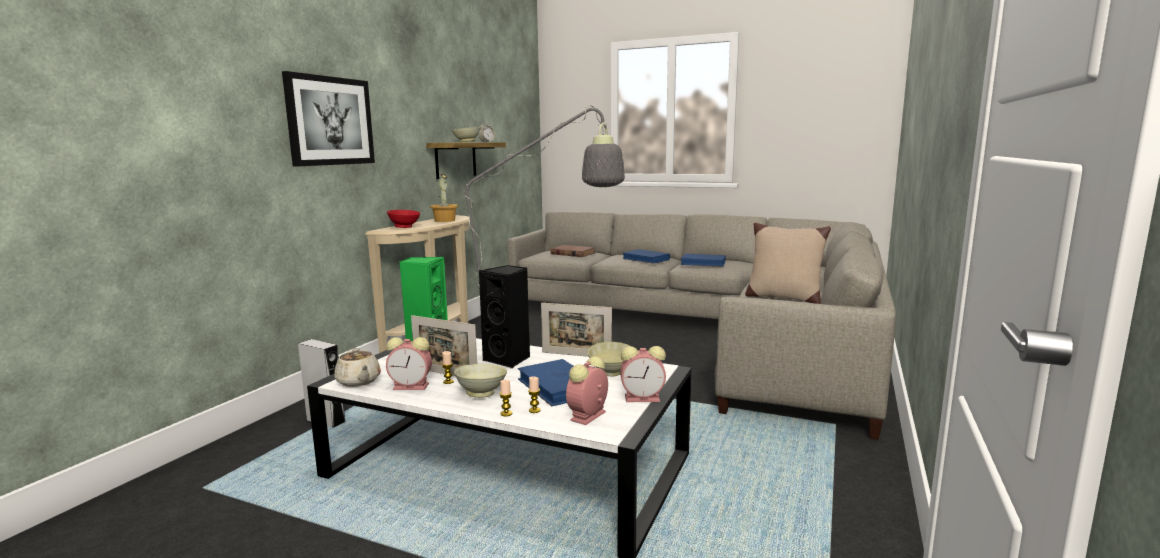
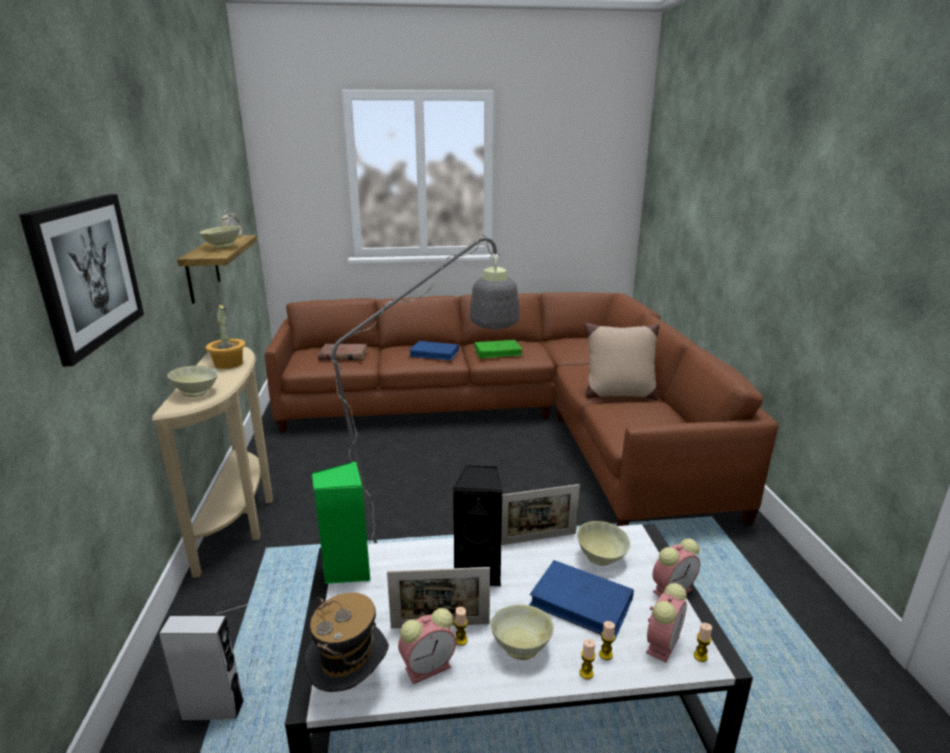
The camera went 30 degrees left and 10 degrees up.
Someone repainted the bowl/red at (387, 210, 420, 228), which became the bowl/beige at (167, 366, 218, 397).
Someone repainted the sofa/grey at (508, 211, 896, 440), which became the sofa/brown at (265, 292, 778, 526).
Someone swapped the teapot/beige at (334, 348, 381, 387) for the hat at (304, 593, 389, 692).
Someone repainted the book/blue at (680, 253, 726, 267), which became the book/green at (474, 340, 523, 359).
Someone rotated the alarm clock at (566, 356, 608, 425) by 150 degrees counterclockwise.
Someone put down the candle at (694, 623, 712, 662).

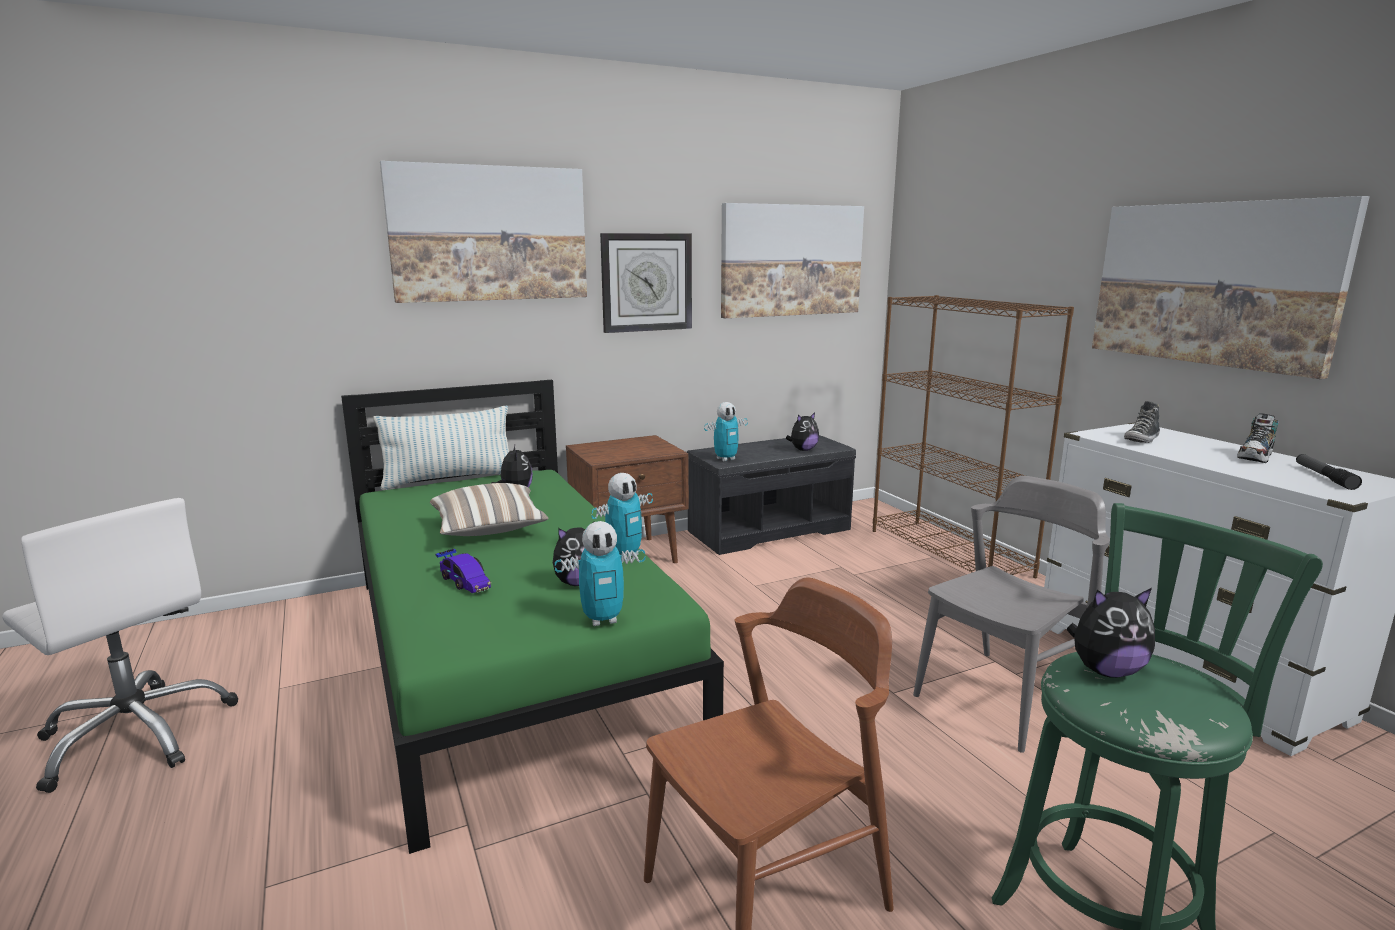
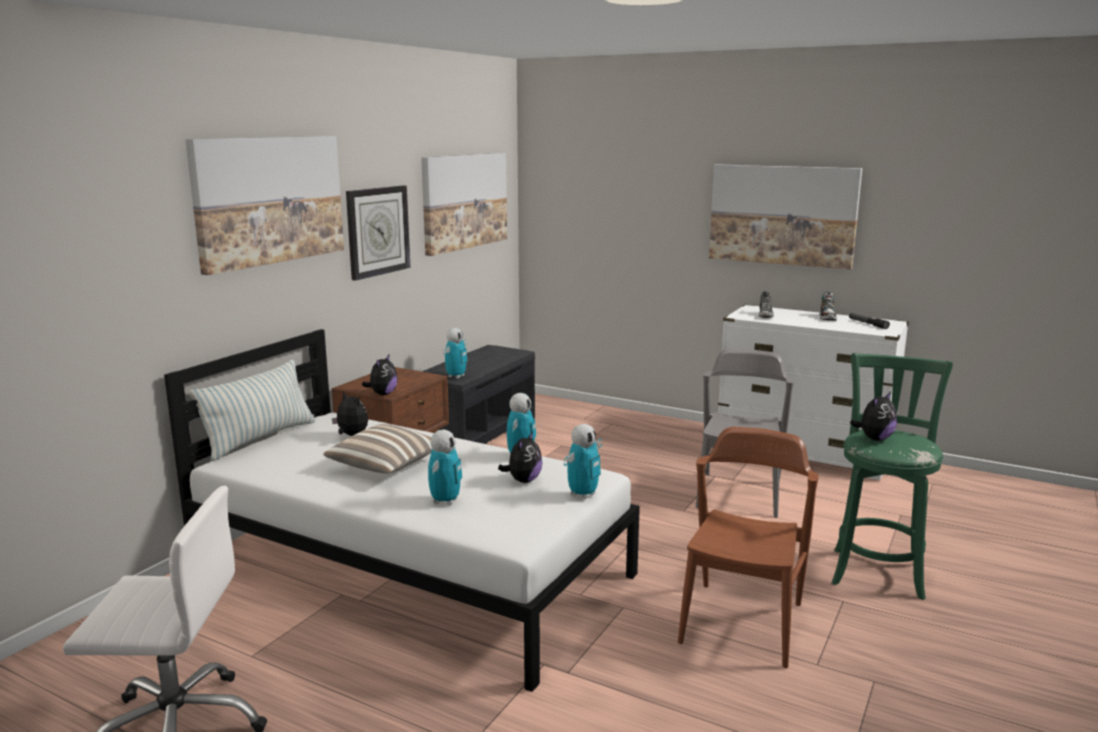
The camera went 35 degrees left and 0 degrees up.
Someone repainted the bed/green at (341, 380, 724, 854), which became the bed/white at (164, 329, 640, 692).
Someone carried the plush toy from (786, 412, 819, 451) to (362, 355, 398, 395).
Someone swapped the toy car at (436, 549, 491, 593) for the toy robot at (428, 429, 462, 506).
Someone took away the bookcase/brown at (873, 295, 1074, 578).

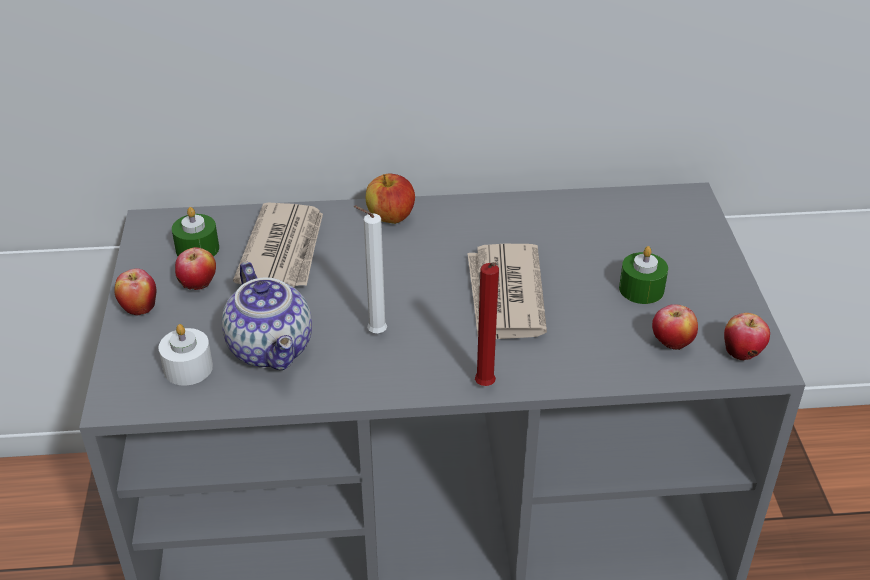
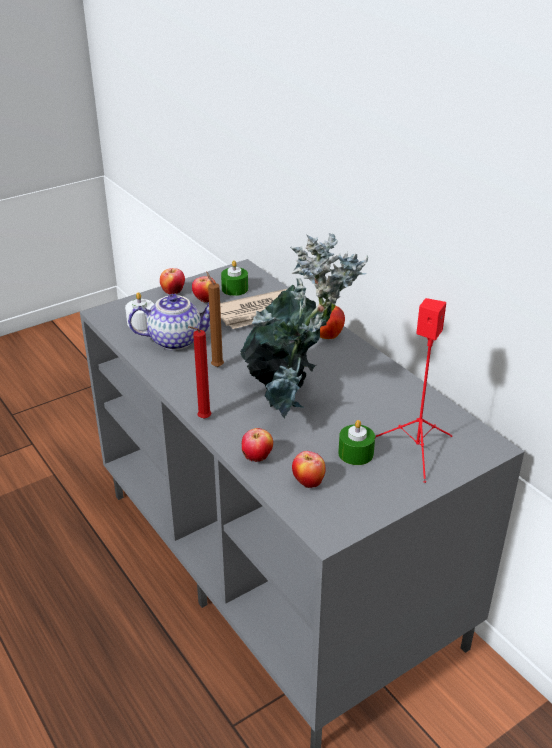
The camera went 60 degrees right and 5 degrees down.
Someone rotated the teapot at (222, 262, 312, 370) by 135 degrees counterclockwise.
Someone repainted the candle/white at (353, 206, 387, 333), which became the candle/brown at (206, 271, 224, 367).
Someone swapped the newspaper at (467, 244, 547, 339) for the potted plant at (240, 233, 368, 419).
Someone carried the apple from (724, 313, 770, 361) to (242, 428, 273, 462).
Someone put down the speaker/red at (375, 298, 452, 483).

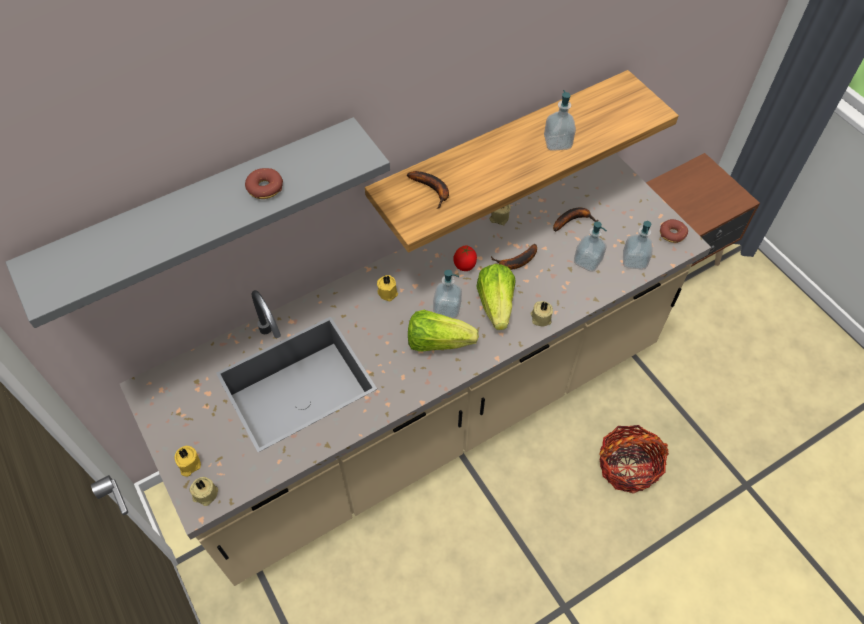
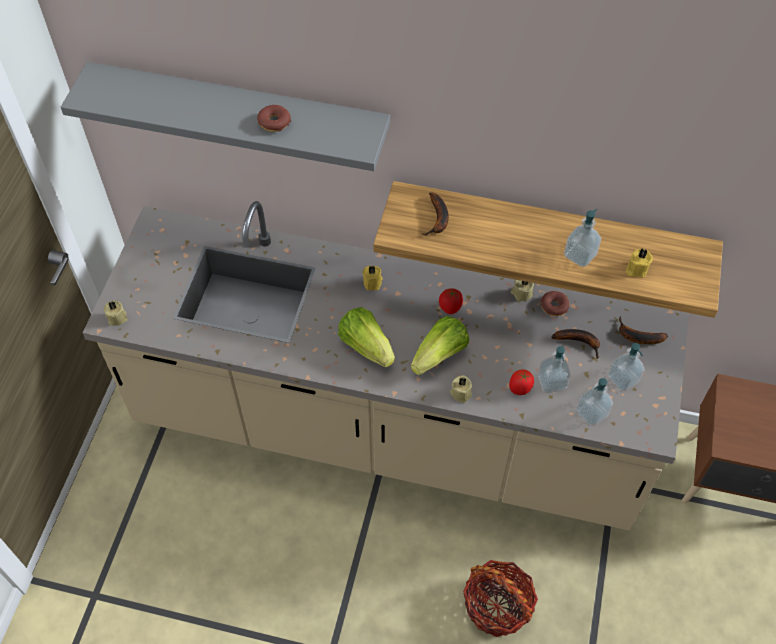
The camera went 45 degrees right and 0 degrees up.
Someone put down the tomato at (509, 369, 534, 395).
Someone carried the donut from (660, 219, 688, 243) to (540, 291, 569, 316).
Someone carried the soap dispenser from (433, 270, 462, 318) to (608, 343, 645, 391).
Someone carried the banana from (491, 244, 537, 270) to (619, 316, 668, 344).
Someone carried the candle/yellow from (175, 446, 201, 477) to (625, 249, 653, 278).

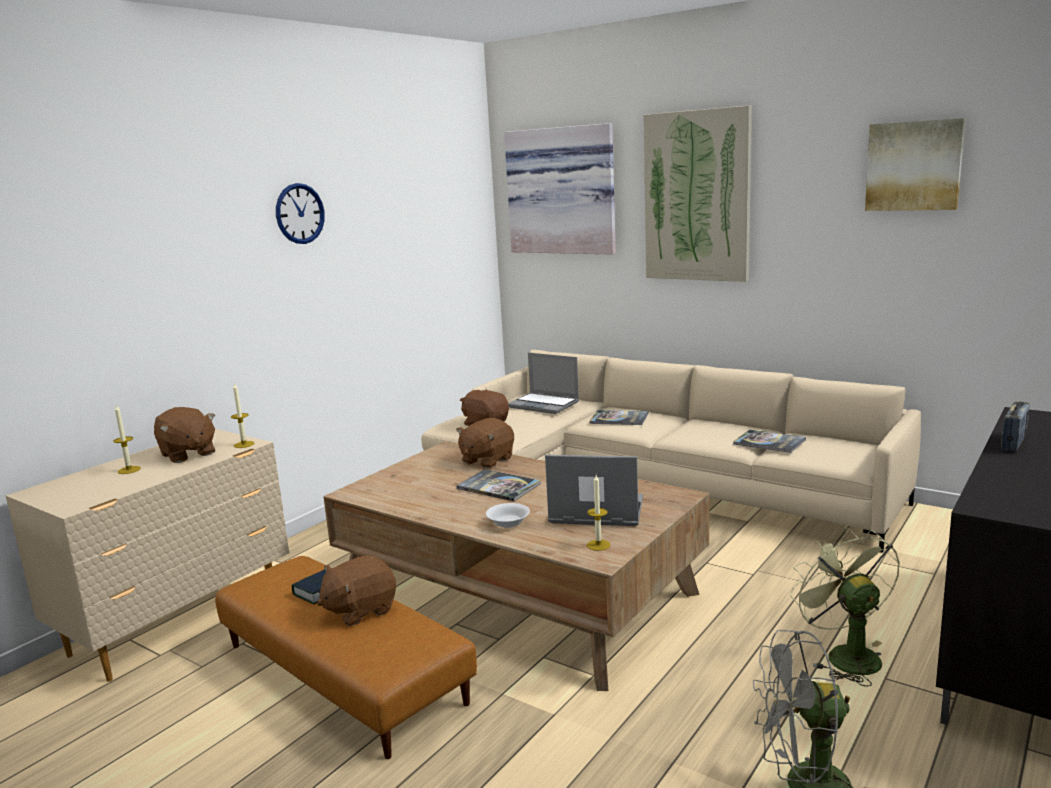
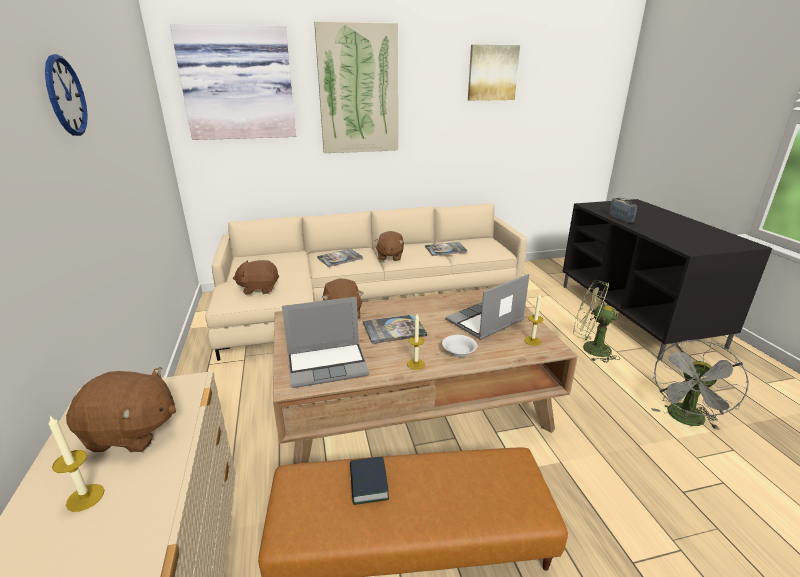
The camera went 50 degrees left and 10 degrees up.
Someone carried the laptop from (508, 353, 579, 414) to (282, 297, 369, 388).
Someone carried the plush toy/brown from (317, 556, 396, 626) to (375, 231, 404, 261).
Someone carried the candle from (231, 384, 254, 448) to (407, 314, 425, 370).

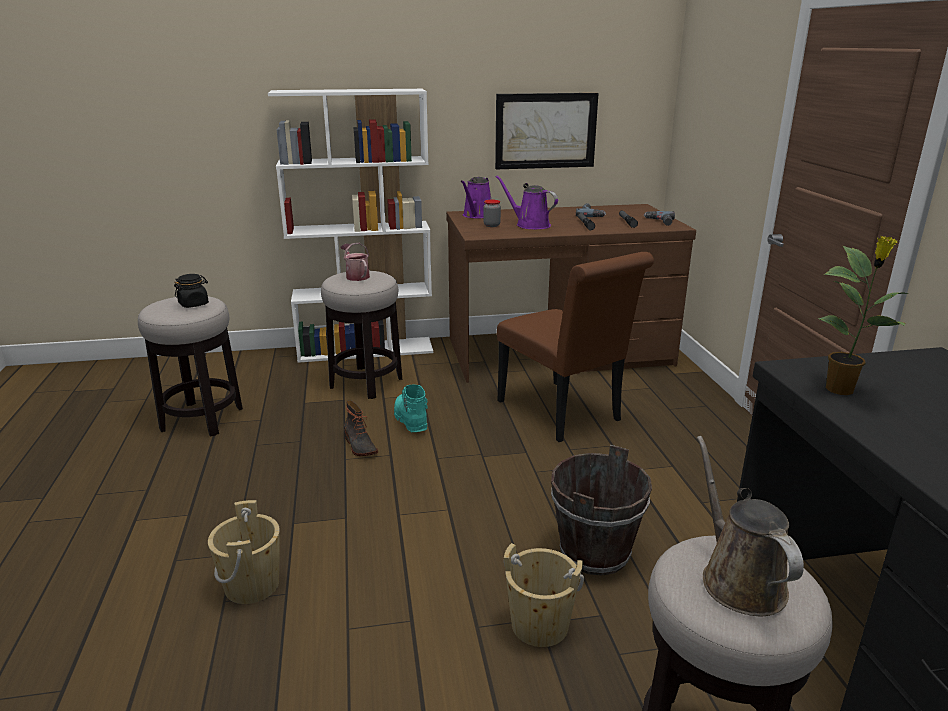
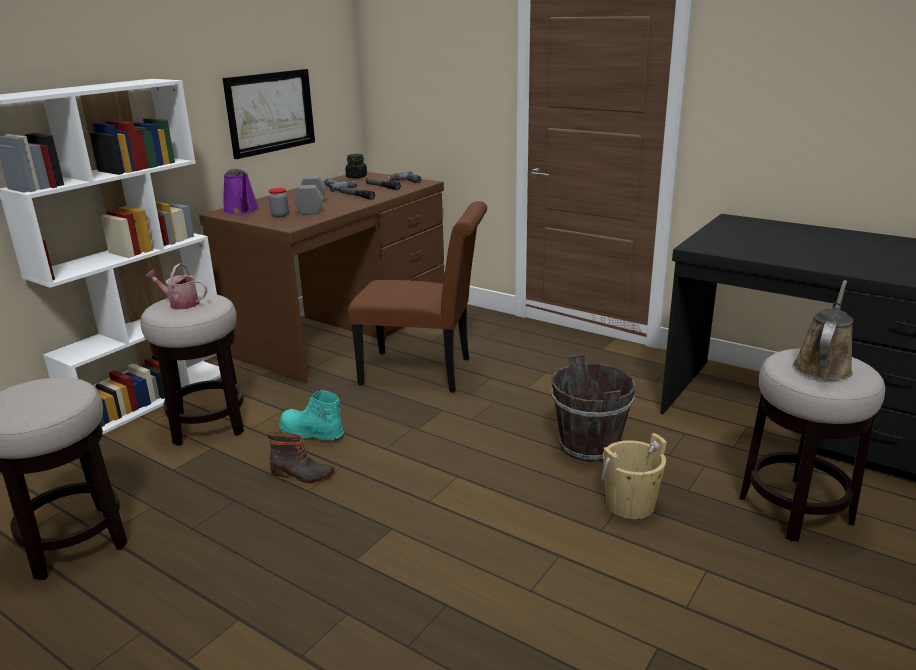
The camera went 45 degrees left and 0 degrees up.
Someone swapped the watering can/purple at (495, 175, 558, 229) for the dumbbell/grey at (294, 176, 326, 215).
Someone carried the jar/black from (174, 274, 209, 308) to (346, 154, 367, 178).
Someone rotated the watering can/brown at (697, 436, 804, 616) by 90 degrees clockwise.
Someone took away the bucket/beige at (208, 500, 280, 604).
Someone took away the potted plant at (818, 236, 909, 395).

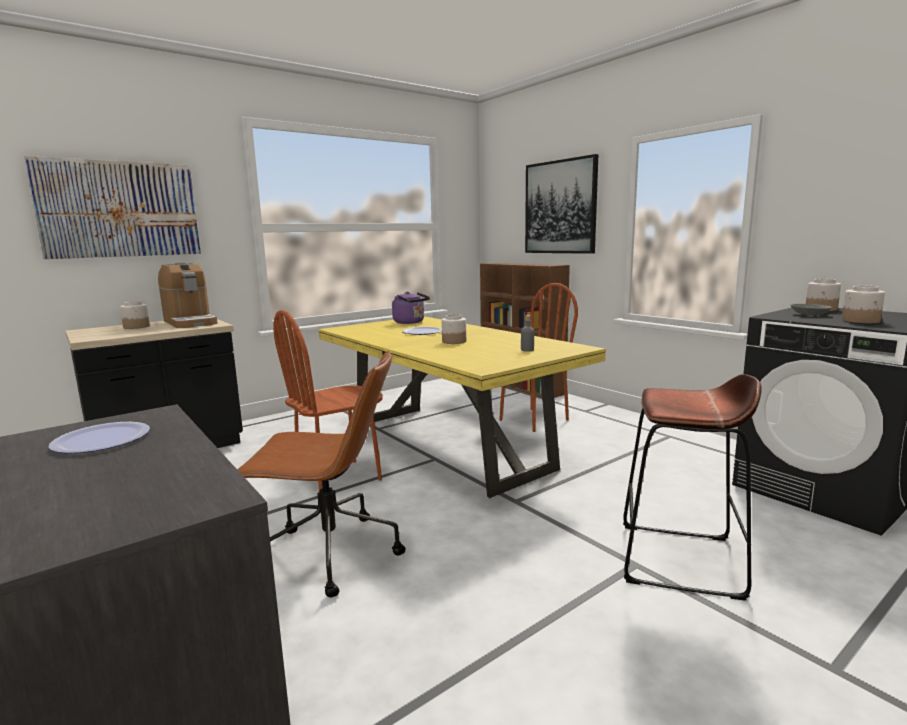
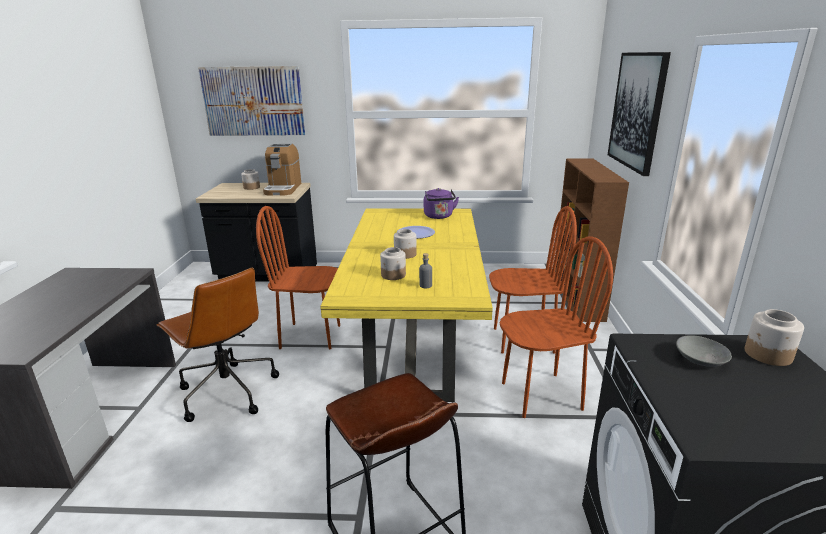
The camera went 40 degrees right and 10 degrees up.
Someone carried the jar from (842, 285, 885, 323) to (380, 247, 406, 280).
Someone put down the chair/brown at (500, 236, 613, 418).
Someone took away the plate at (49, 422, 150, 454).

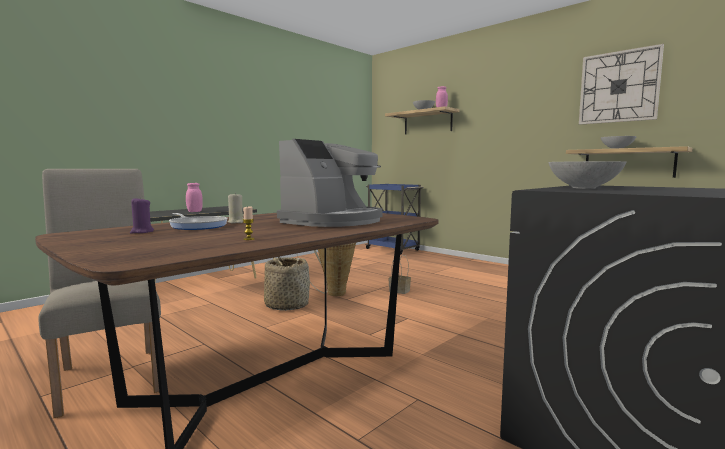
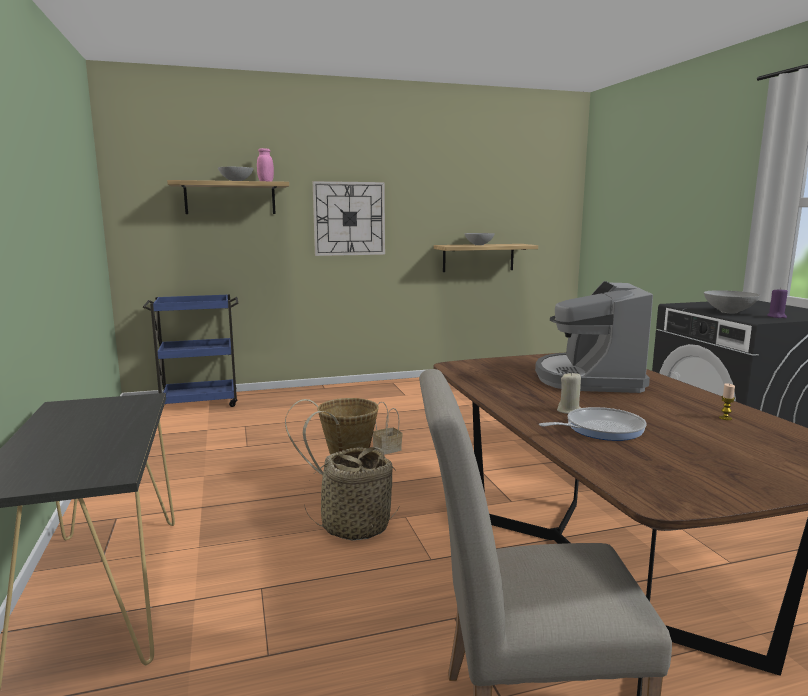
The camera went 60 degrees left and 5 degrees up.
Someone carried the wall clock from (579, 44, 664, 125) to (313, 181, 385, 256).
Someone rotated the coffee machine at (277, 139, 382, 227) by 150 degrees counterclockwise.
Someone carried the candle/purple from (130, 198, 154, 234) to (767, 287, 788, 318).
Someone took away the jar/pink at (186, 183, 203, 212).

